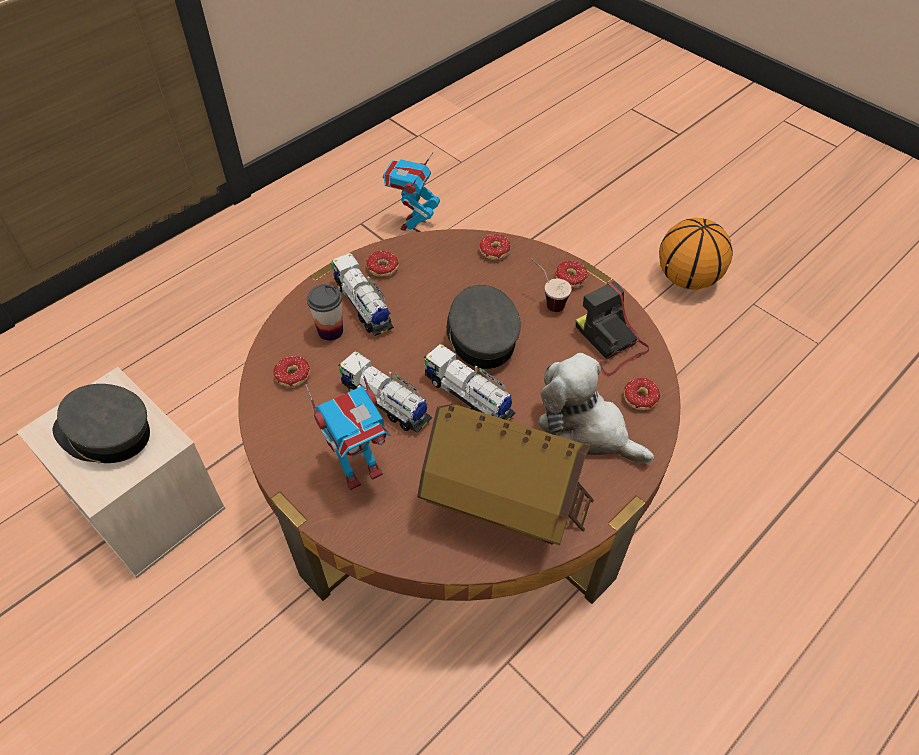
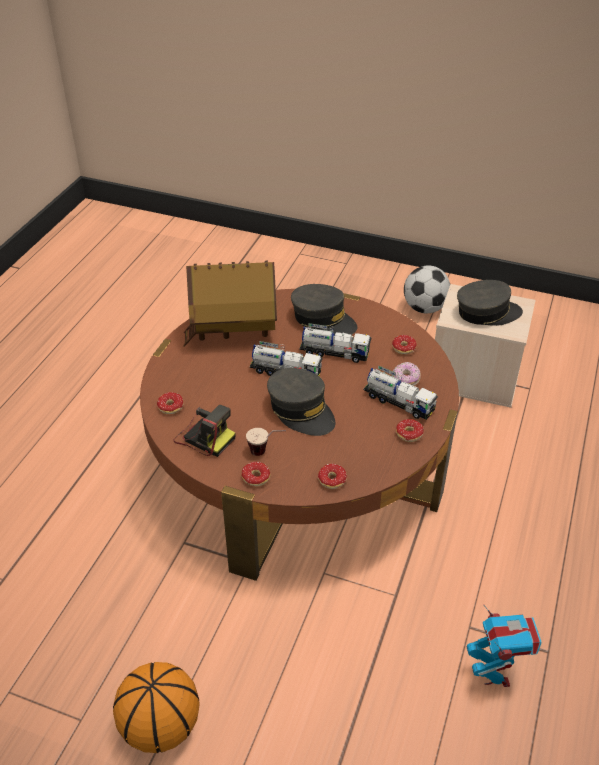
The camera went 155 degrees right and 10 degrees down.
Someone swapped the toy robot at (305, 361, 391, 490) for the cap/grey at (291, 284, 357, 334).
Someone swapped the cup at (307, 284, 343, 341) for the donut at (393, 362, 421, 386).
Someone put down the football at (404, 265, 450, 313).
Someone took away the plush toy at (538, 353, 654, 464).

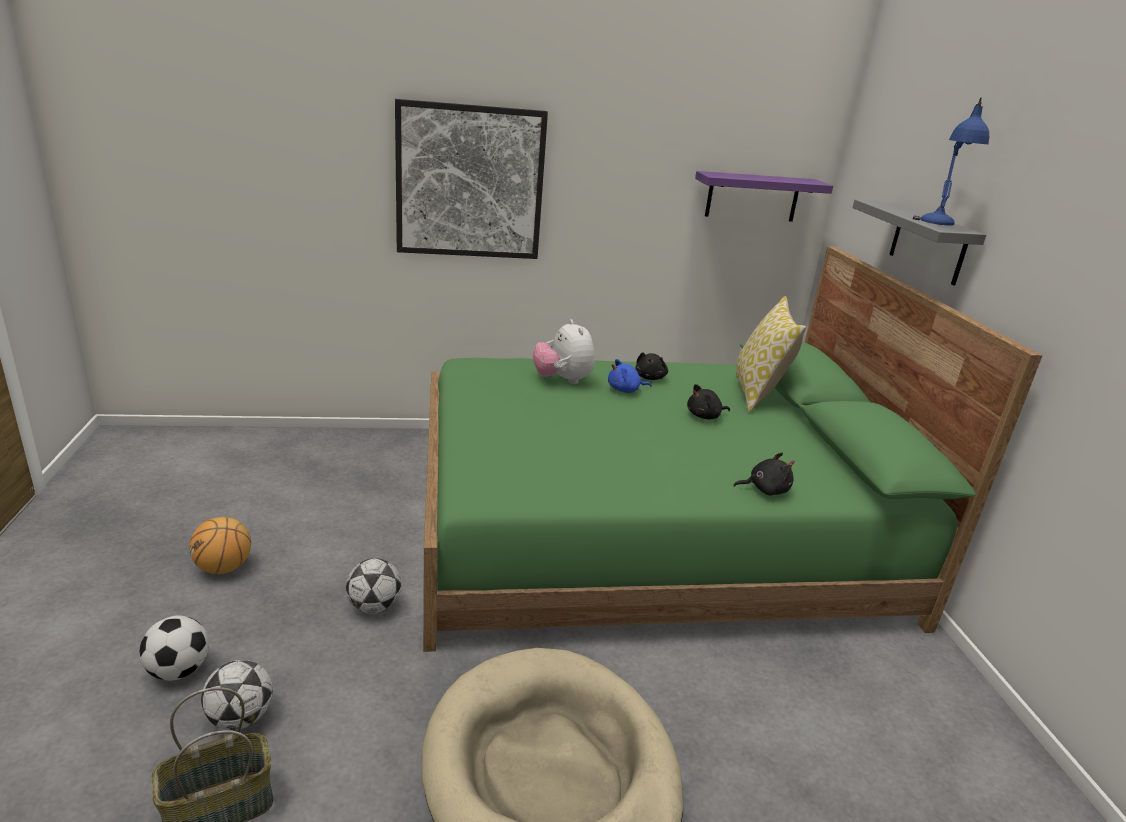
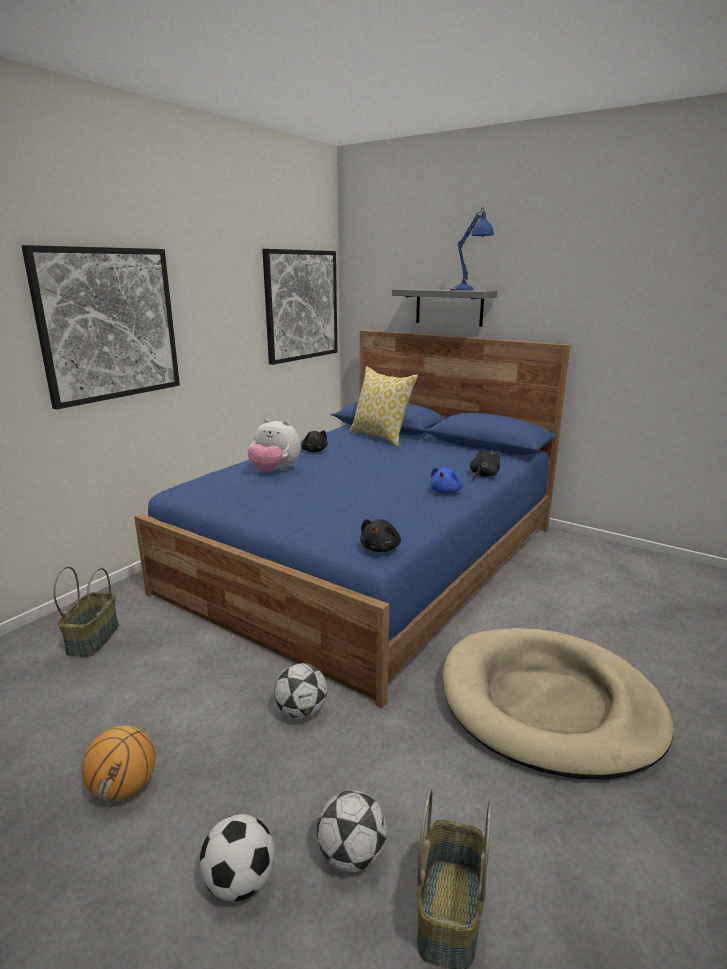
The camera went 45 degrees left and 5 degrees down.
Someone put down the basket at (53, 566, 119, 657).
Someone repainted the bed/green at (423, 246, 1042, 652), which became the bed/blue at (134, 330, 571, 708).
Someone swapped the shelf/purple at (695, 171, 833, 222) for the picture at (262, 249, 337, 365).
Someone carried the plush toy/black from (687, 384, 730, 420) to (360, 519, 401, 552).
Someone carried the plush toy/blue from (608, 359, 652, 393) to (430, 467, 463, 494).

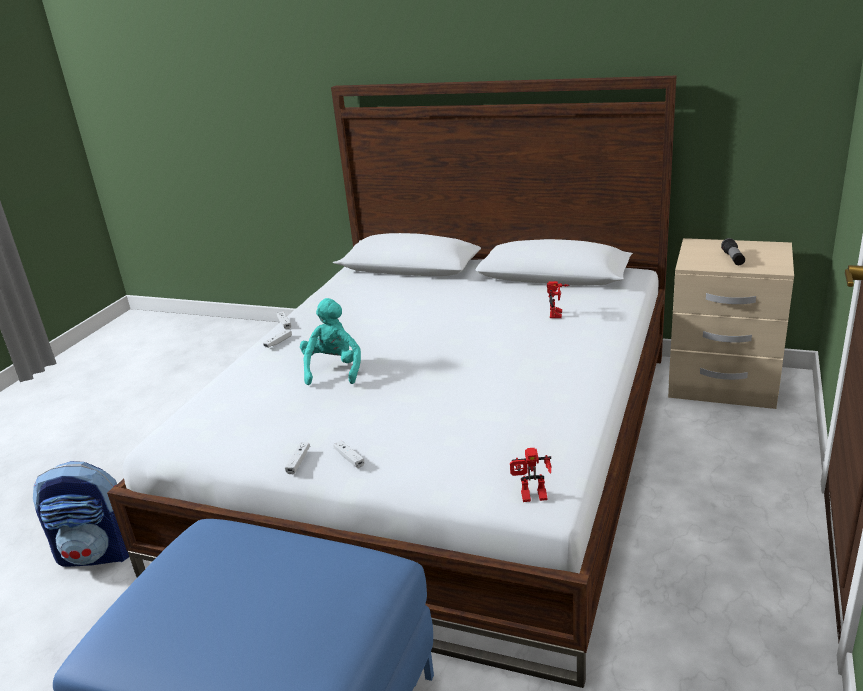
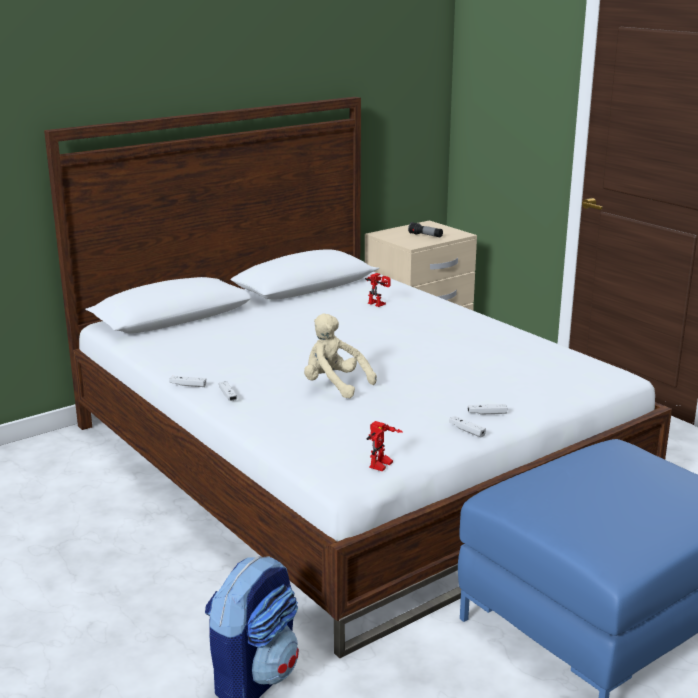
The camera went 60 degrees left and 5 degrees down.
Someone repainted the plush toy/turquoise at (300, 298, 361, 385), which became the plush toy/beige at (304, 314, 377, 398).
Someone carried the toy robot from (510, 448, 551, 502) to (367, 421, 403, 472).

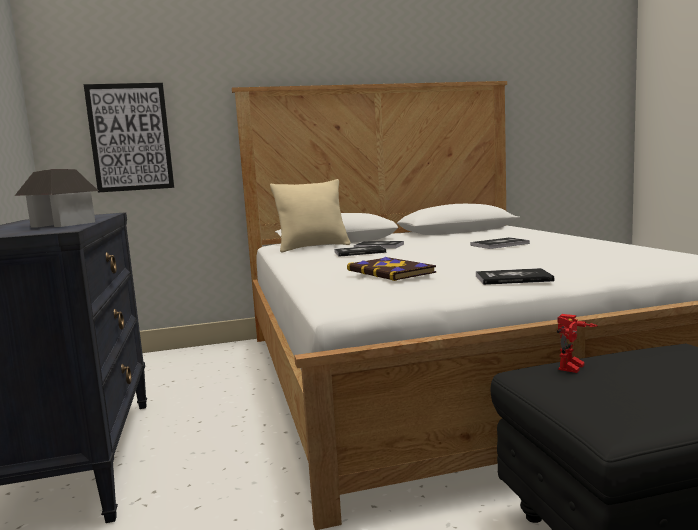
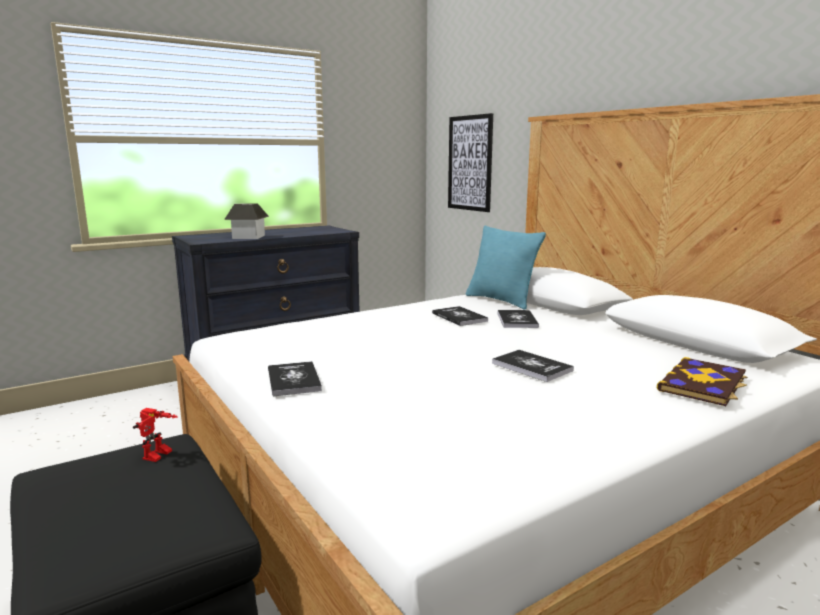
The camera went 70 degrees right and 5 degrees up.
Someone rotated the toy robot at (557, 314, 597, 373) by 90 degrees counterclockwise.
Someone repainted the pillow/beige at (270, 179, 351, 253), which became the pillow/turquoise at (466, 226, 546, 310).
Someone carried the book from (347, 257, 436, 281) to (657, 357, 748, 406).

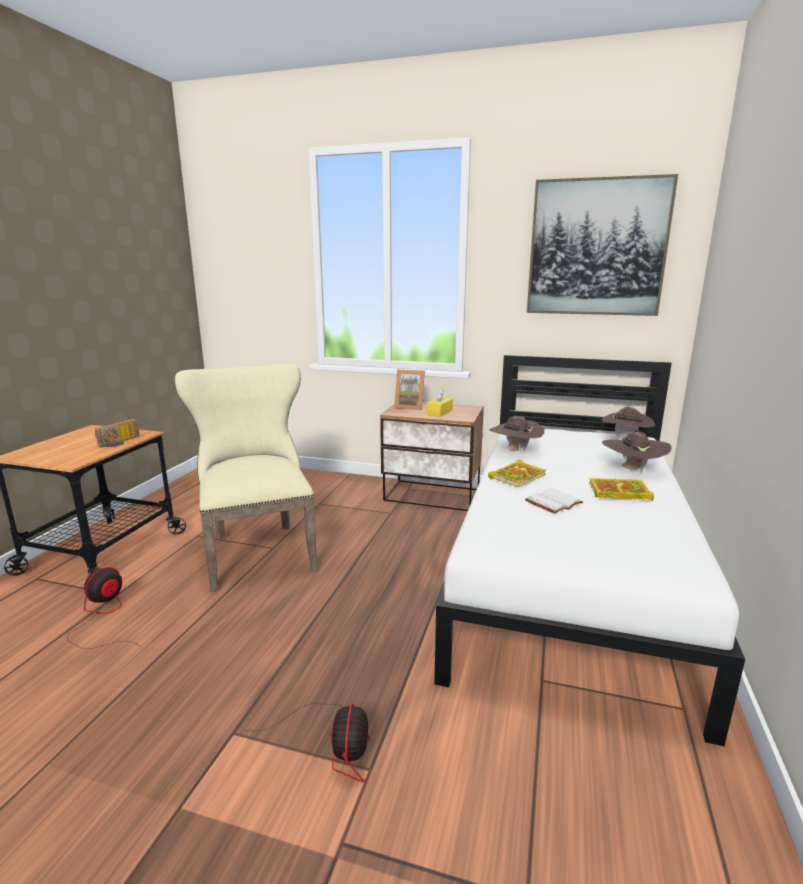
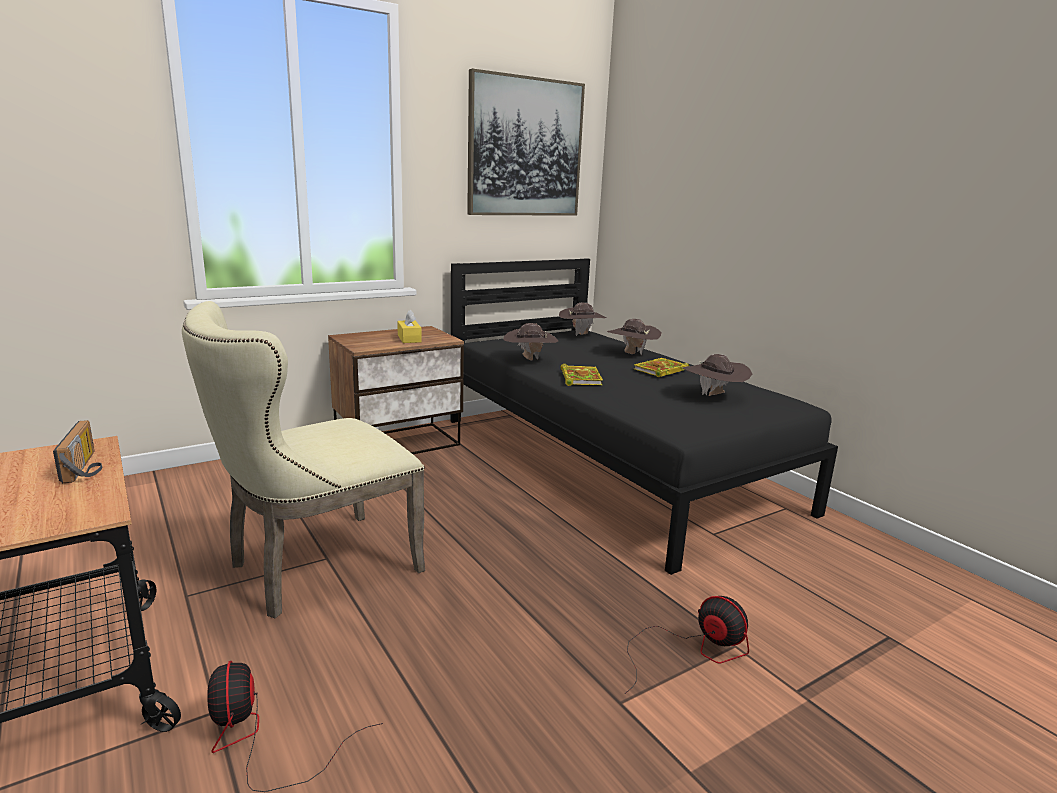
The camera went 50 degrees left and 0 degrees up.
Someone rotated the chair/beige at (174, 364, 318, 592) by 60 degrees counterclockwise.
Someone repainted the bed/white at (434, 355, 745, 746), which became the bed/black at (451, 258, 838, 575).
Someone put down the hat/brown at (683, 354, 752, 396).
Someone took away the picture frame at (394, 370, 425, 410).
Someone took away the book/white at (525, 488, 583, 514).

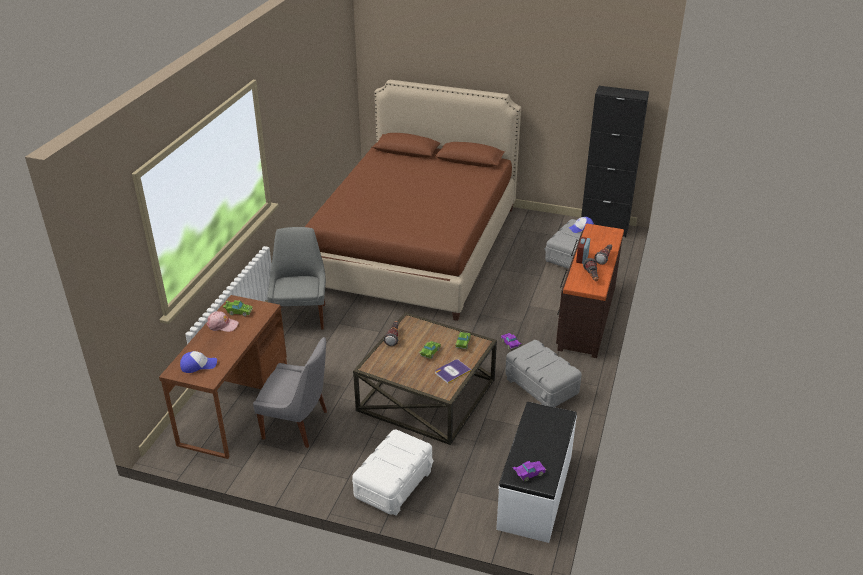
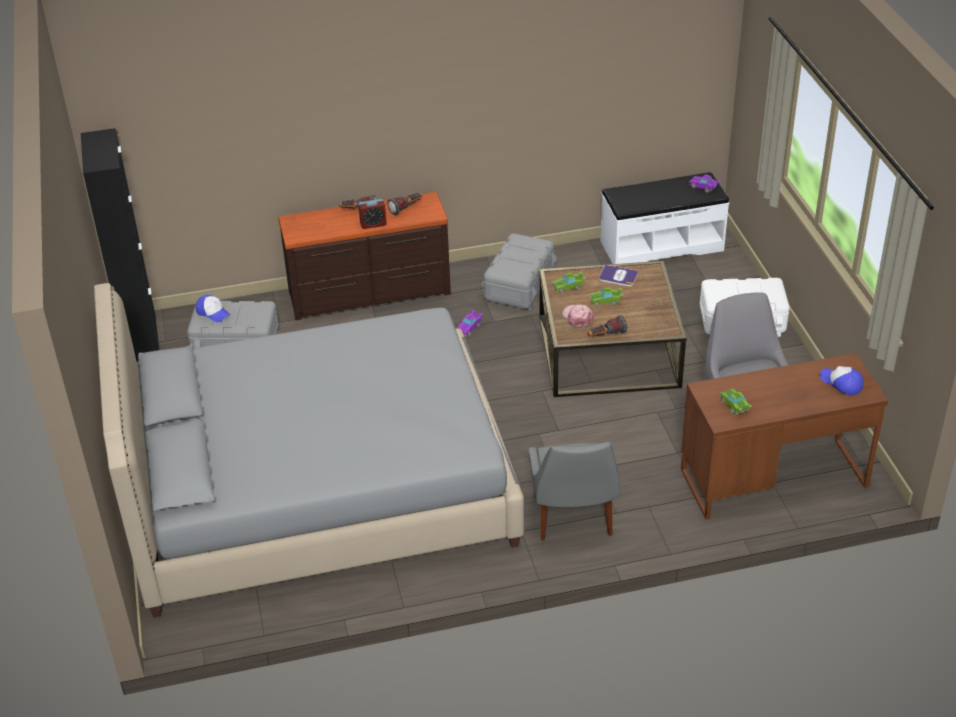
The camera went 120 degrees left and 5 degrees up.
Someone repainted the bed/brown at (305, 80, 521, 321), which became the bed/grey at (94, 283, 524, 618).
Someone rotated the chair/grey at (267, 227, 326, 330) by 60 degrees counterclockwise.
Someone carried the cap/pink from (206, 311, 239, 332) to (563, 304, 595, 328).

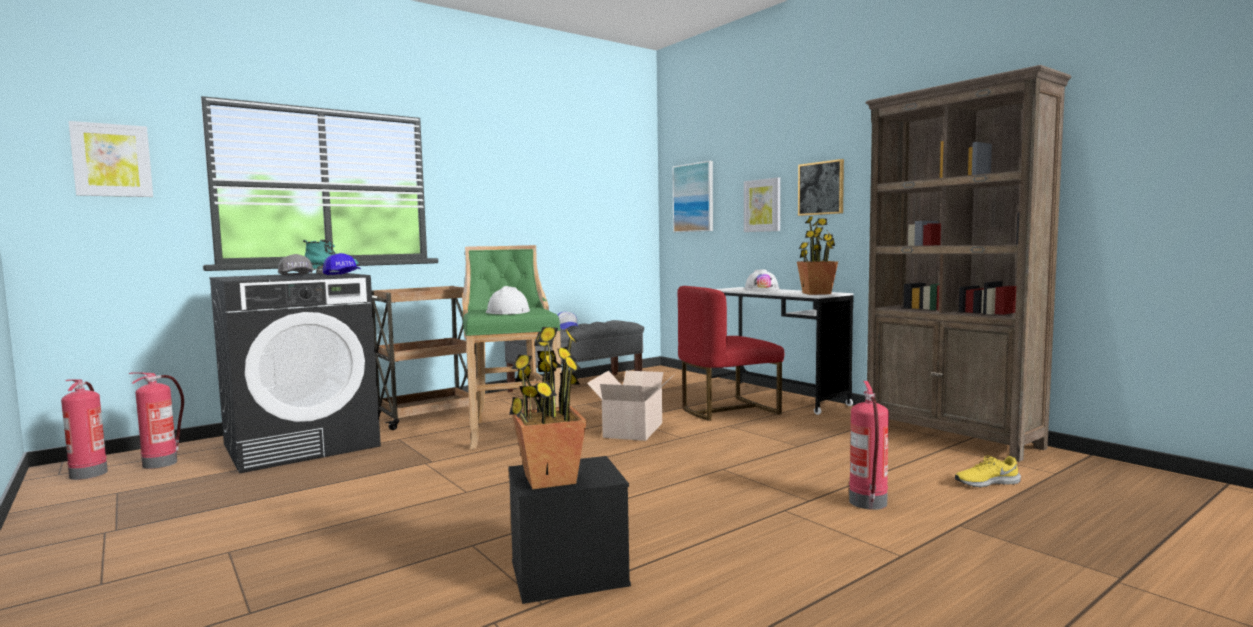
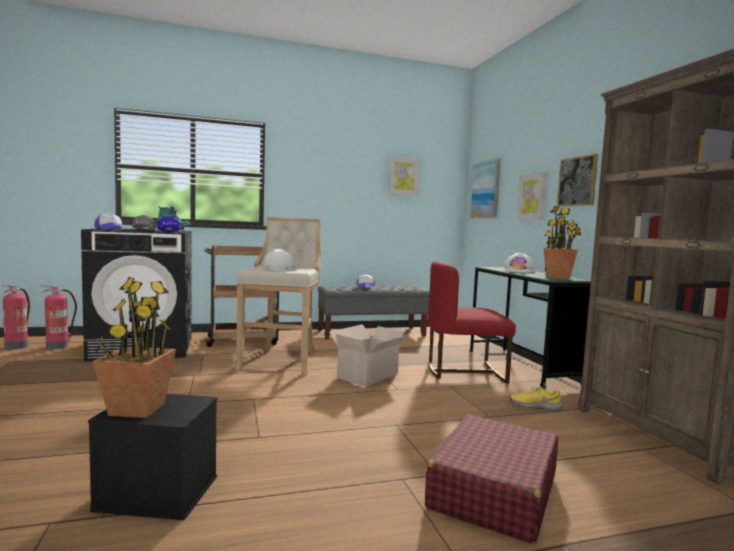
The camera went 20 degrees right and 0 degrees up.
Someone put down the cap at (94, 213, 124, 230).
Someone repainted the stool/green at (462, 245, 562, 449), which became the stool/beige at (235, 217, 321, 375).
Someone carried the picture from (68, 121, 153, 197) to (388, 156, 421, 196).
Someone swapped the fire extinguisher at (849, 381, 889, 510) for the suitcase/red at (425, 415, 558, 544).
Someone repainted the desk/white at (711, 287, 853, 415), which became the desk/green at (470, 267, 591, 389).
Someone carried the shoe/yellow from (955, 455, 1021, 488) to (510, 387, 562, 410).

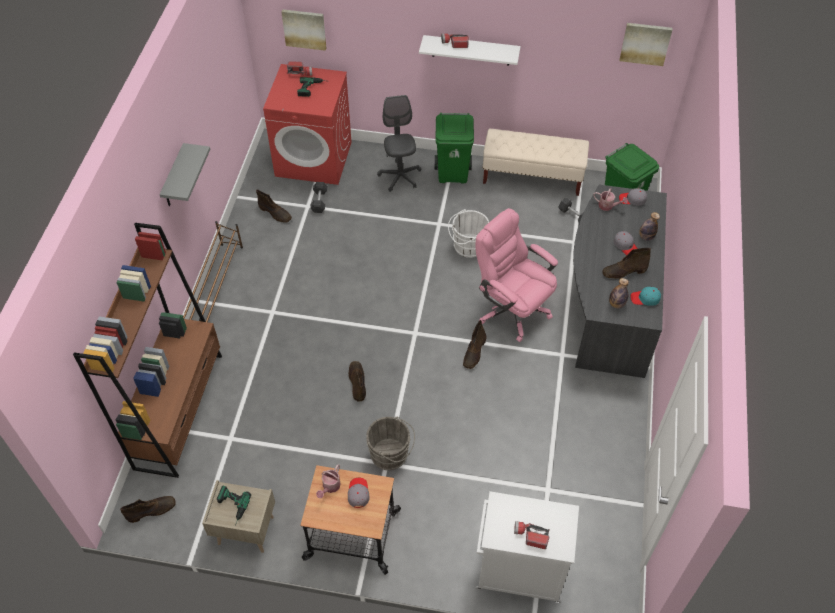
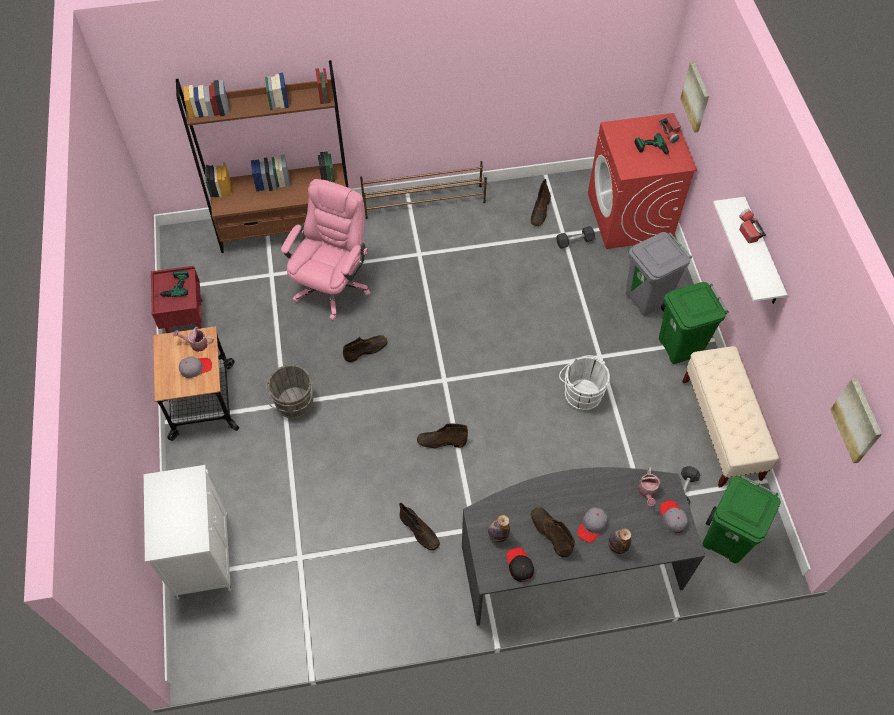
The camera went 70 degrees right and 5 degrees up.
Someone repainted the nightstand/beige at (202, 480, 275, 553), which became the nightstand/red at (151, 266, 203, 333).
Someone carried the office chair/pink from (475, 208, 558, 342) to (281, 179, 370, 320).
Someone carried the boot/brown from (120, 496, 176, 523) to (399, 503, 440, 551).
Someone repainted the cap/turquoise at (630, 287, 661, 306), which became the cap/black at (506, 547, 534, 582).
Someone swapped the office chair/grey at (377, 95, 421, 192) for the trash can/grey at (626, 232, 692, 316).
Someone took away the shelf/grey at (159, 143, 210, 206).
Someone took away the flashlight at (514, 521, 550, 549).

